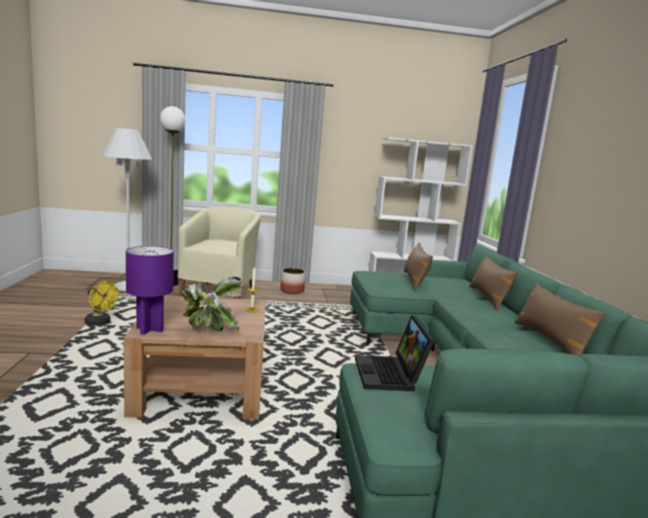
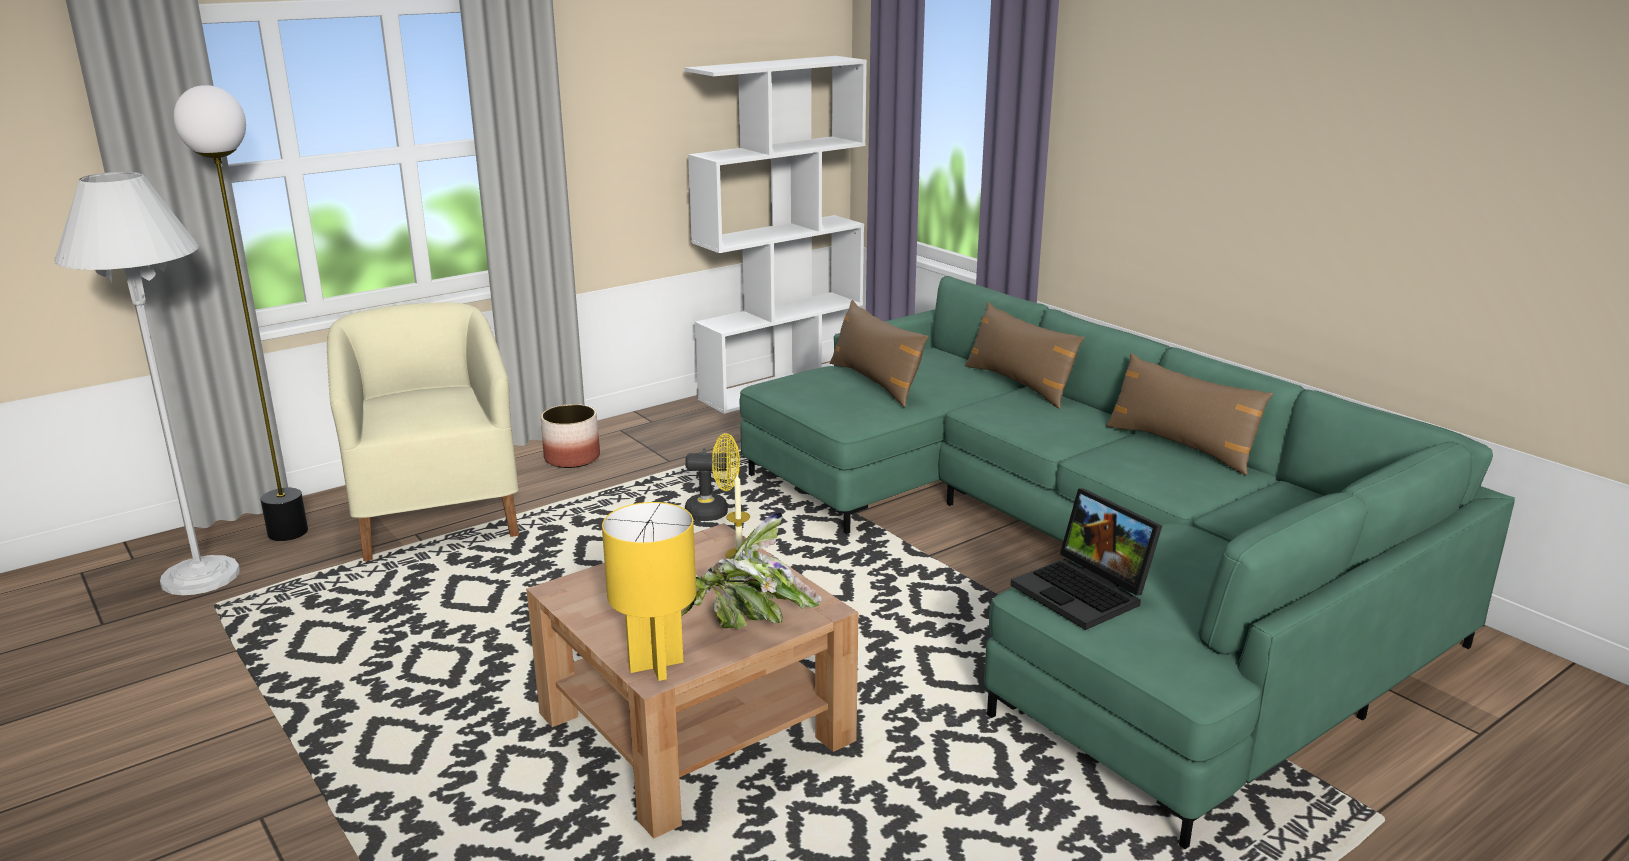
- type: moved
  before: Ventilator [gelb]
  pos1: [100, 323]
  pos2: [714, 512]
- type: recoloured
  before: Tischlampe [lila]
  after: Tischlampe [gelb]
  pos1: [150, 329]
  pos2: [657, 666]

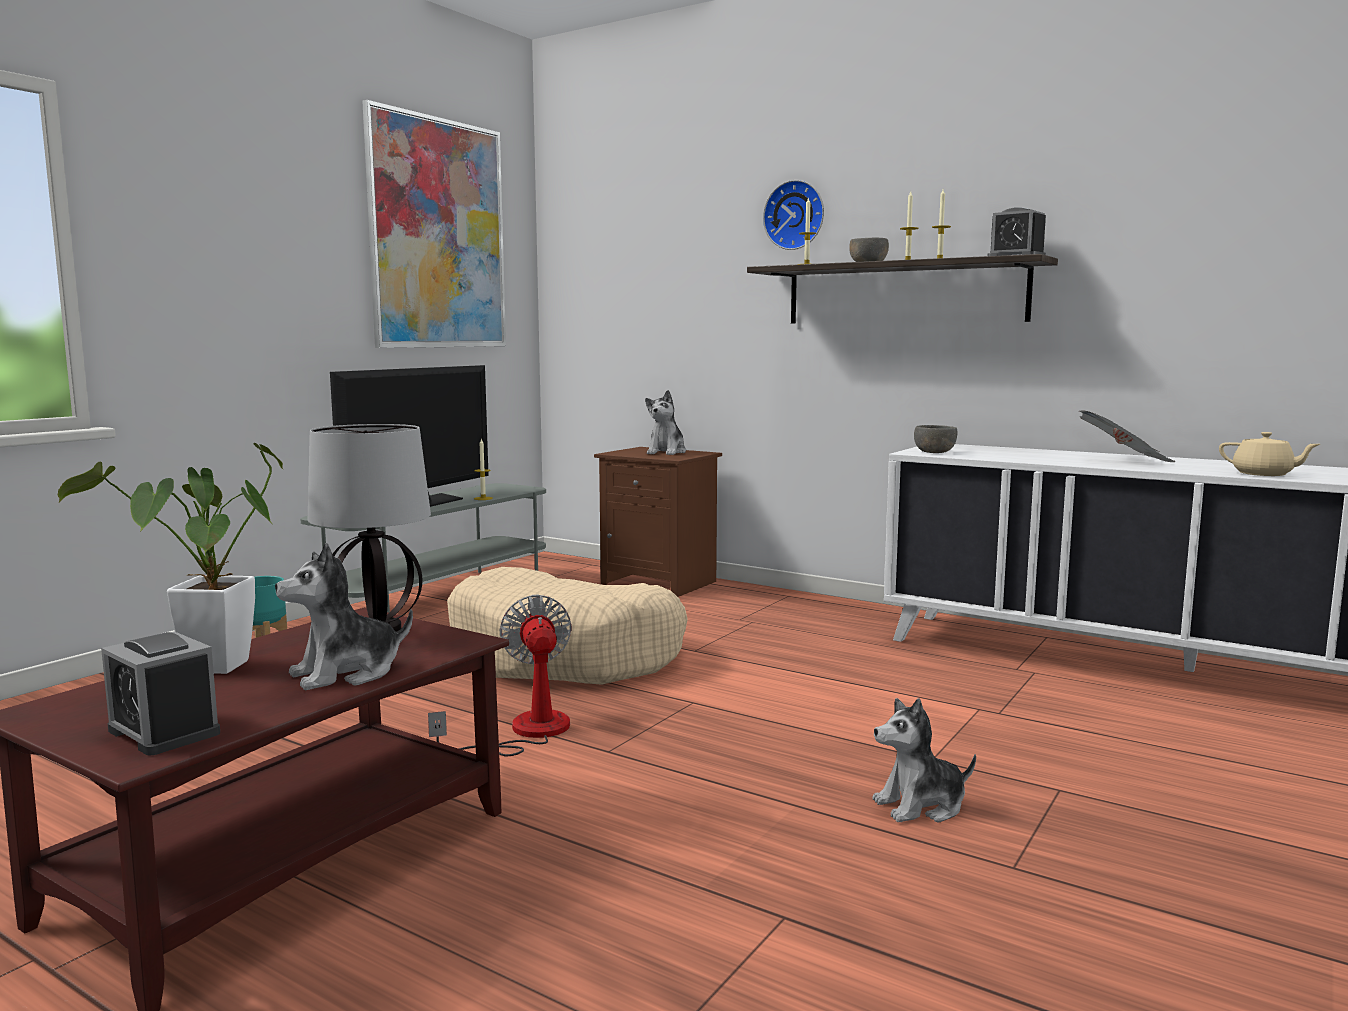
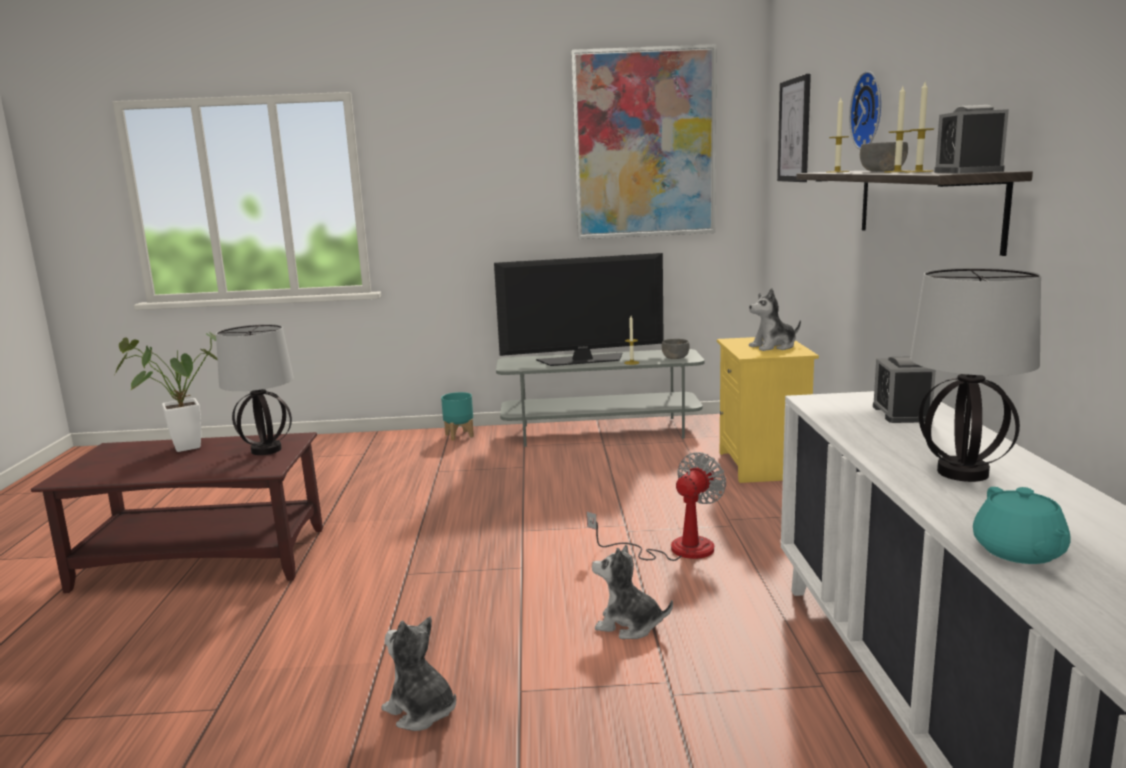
- type: removed
  before: Hundebett [beige]
  pos1: [567, 656]
- type: added
  after: Bild
  pos2: [794, 130]
- type: moved
  before: Wecker
  pos1: [164, 732]
  pos2: [901, 413]
- type: moved
  before: Plüschtier
  pos1: [346, 673]
  pos2: [628, 625]
- type: moved
  before: Ventilator
  pos1: [524, 733]
  pos2: [675, 549]
- type: moved
  before: Schüssel [grau]
  pos1: [934, 452]
  pos2: [675, 357]
- type: replaced
  before: Zeitung
  after: Tischlampe
  pos1: [1124, 461]
  pos2: [964, 473]
- type: recoloured
  before: Nachttisch [braun]
  after: Nachttisch [gelb]
  pos1: [661, 582]
  pos2: [764, 465]
- type: recoloured
  before: Teekanne [beige]
  after: Teekanne [türkis]
  pos1: [1264, 474]
  pos2: [1019, 552]

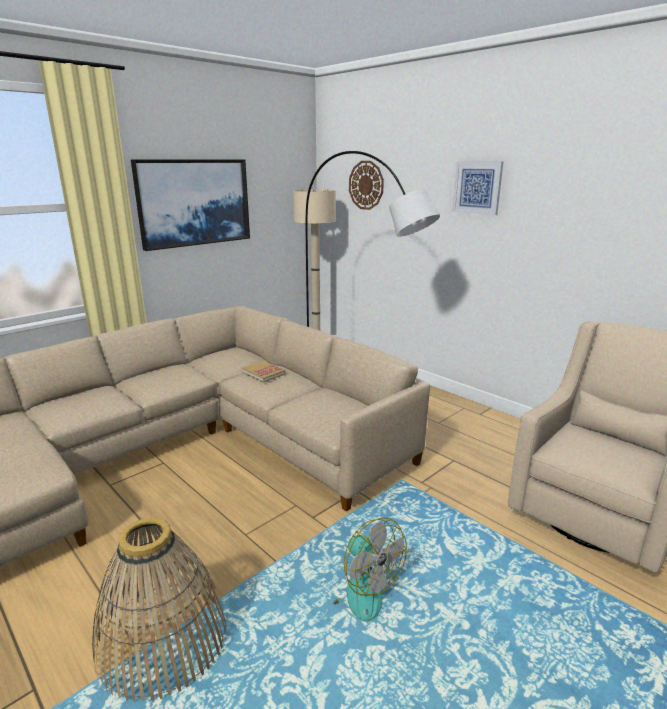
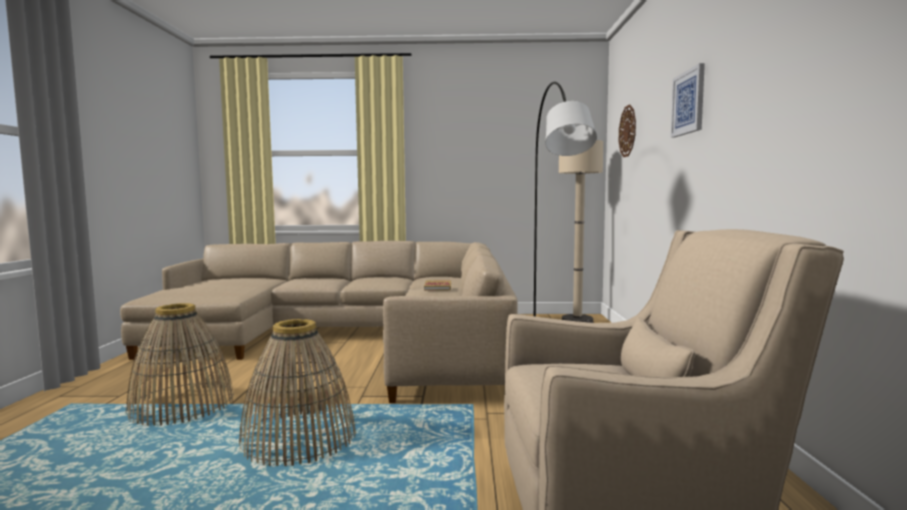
- type: removed
  before: Bild
  pos1: [194, 202]
- type: replaced
  before: Ventilator
  after: Korb
  pos1: [356, 589]
  pos2: [299, 438]

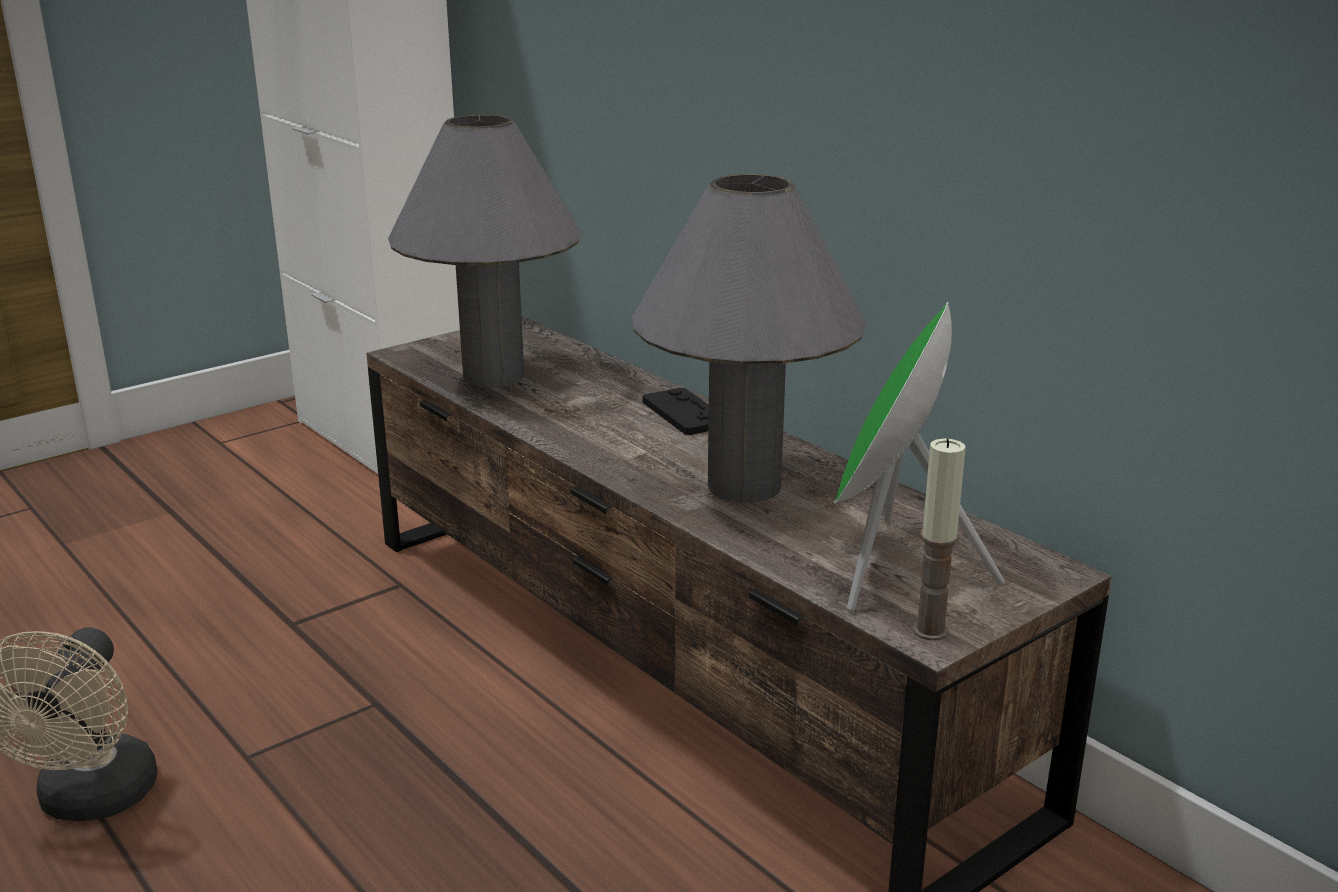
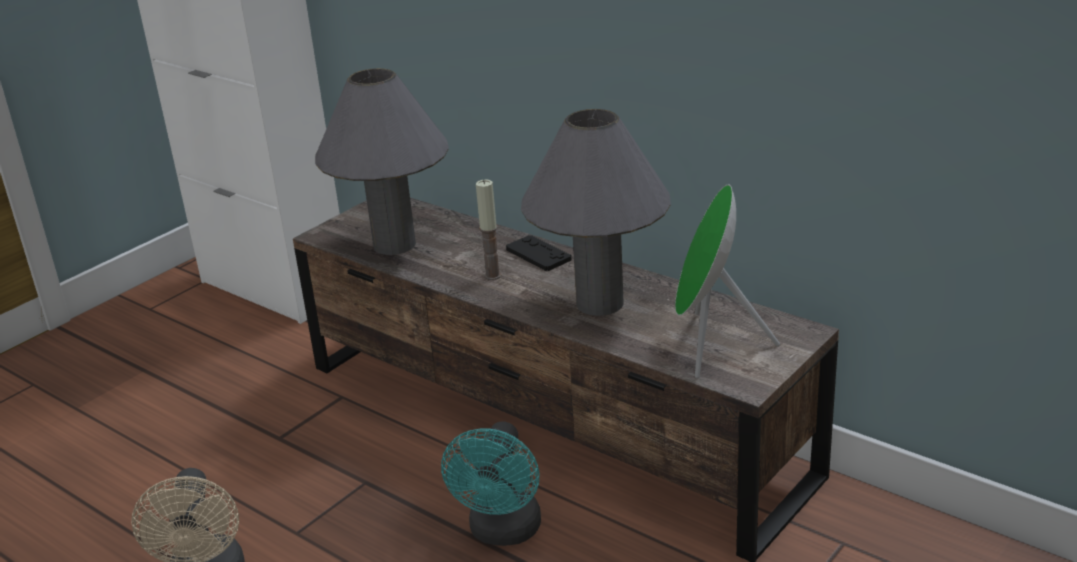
- type: added
  after: Ventilator [türkis]
  pos2: [503, 532]
- type: moved
  before: Kerze
  pos1: [930, 631]
  pos2: [492, 275]

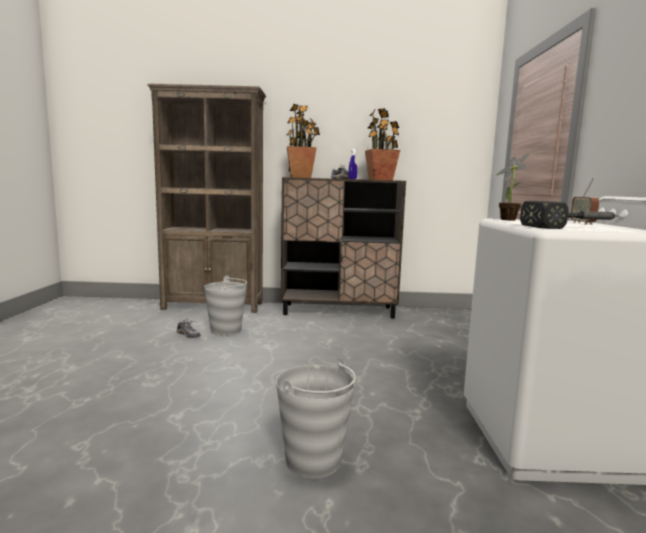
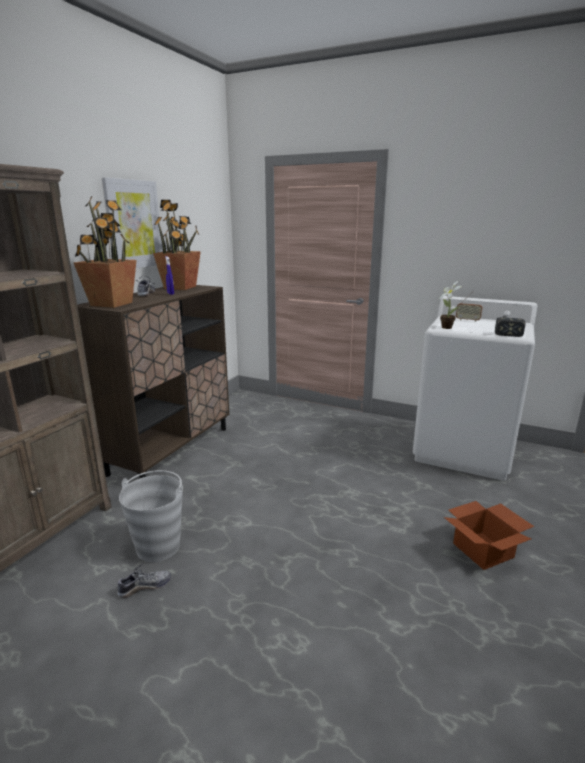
- type: added
  after: Bild
  pos2: [133, 224]
- type: replaced
  before: Eimer [grau]
  after: Karton
  pos1: [313, 461]
  pos2: [484, 550]

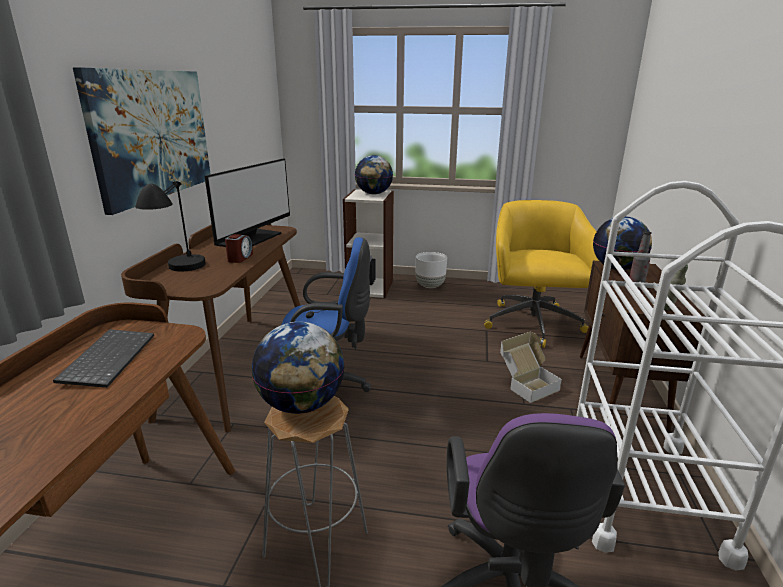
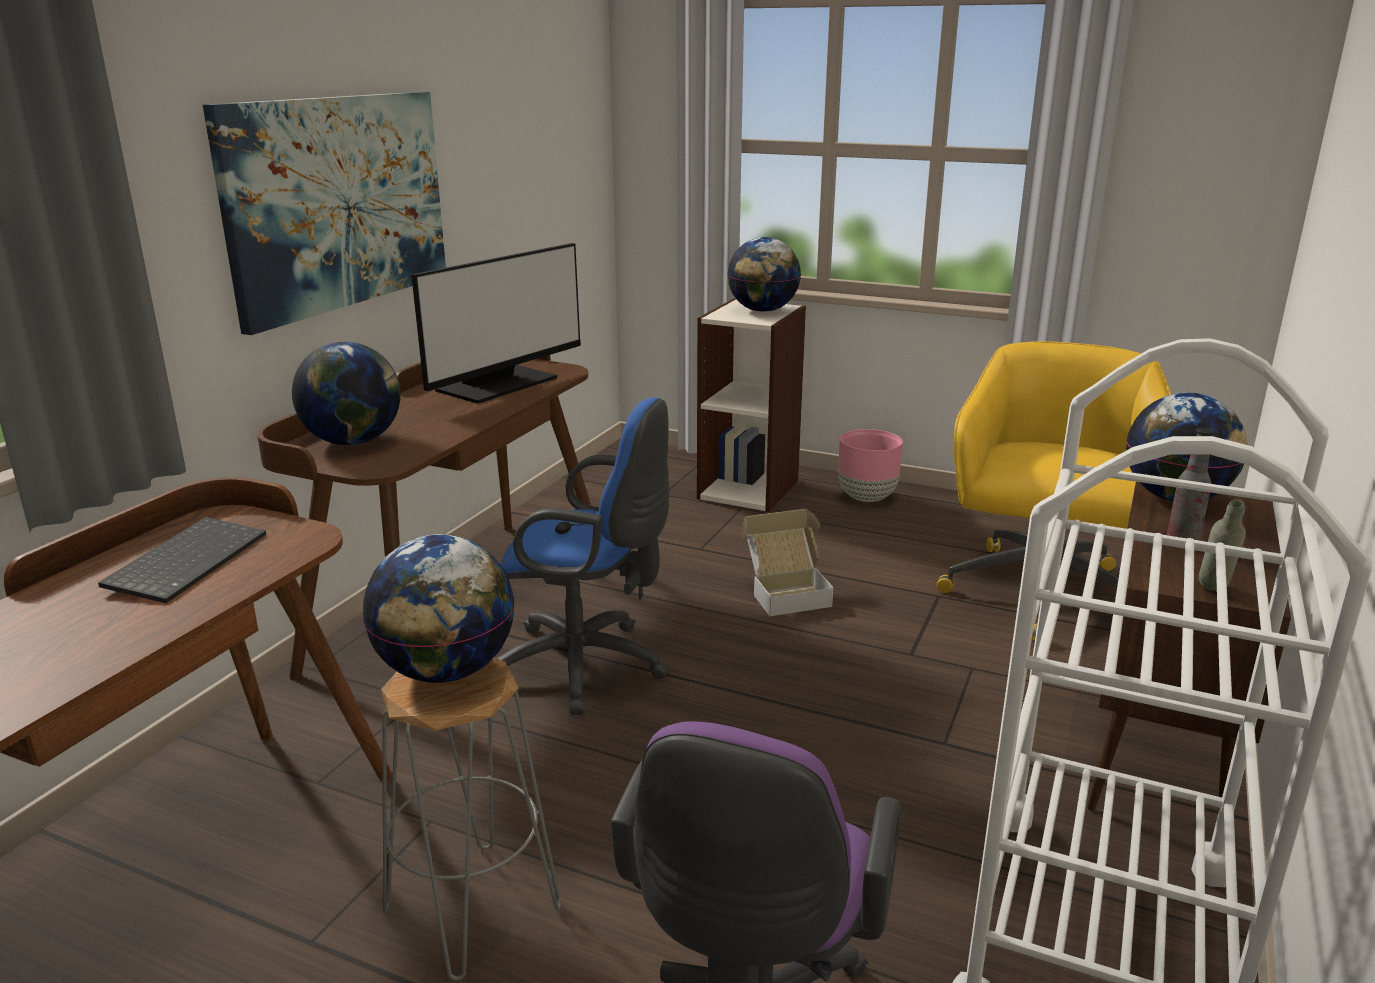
- type: removed
  before: Wecker
  pos1: [240, 258]
- type: moved
  before: Karton
  pos1: [526, 384]
  pos2: [786, 593]
- type: replaced
  before: Tischlampe [schwarz]
  after: Globus
  pos1: [180, 276]
  pos2: [354, 441]
- type: recoloured
  before: Pflanzkübel [weiß]
  after: Pflanzkübel [rosa]
  pos1: [430, 286]
  pos2: [867, 498]

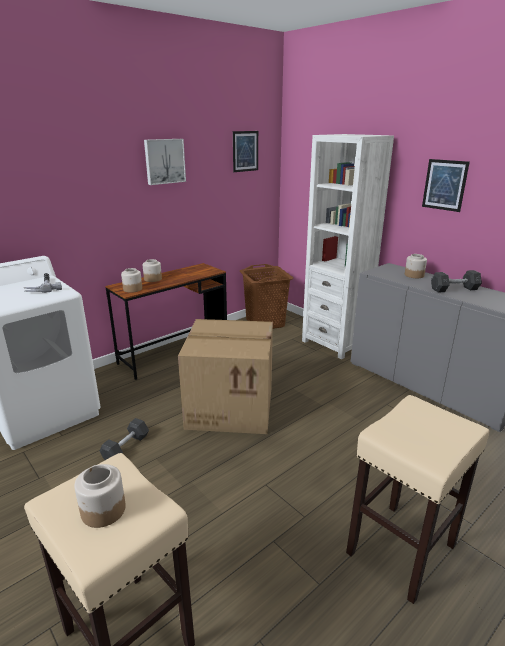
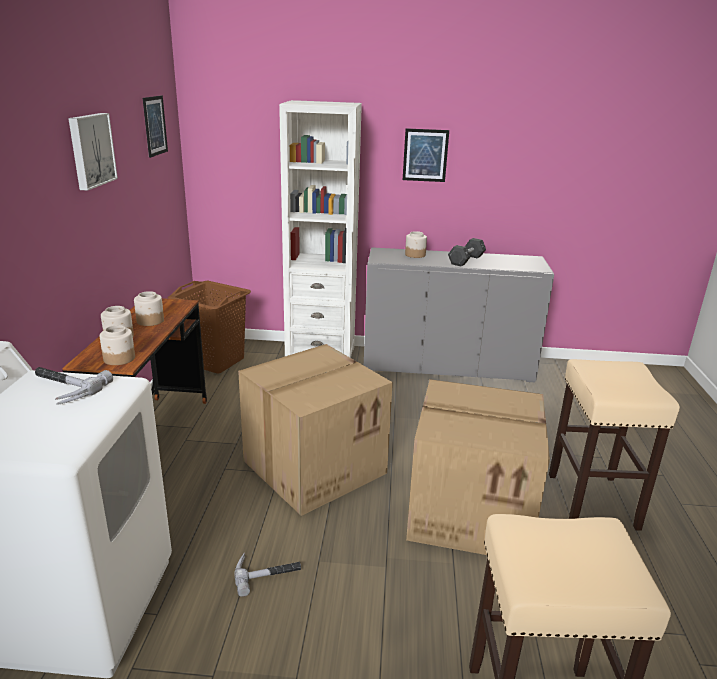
- type: added
  after: Karton
  pos2: [472, 510]
- type: moved
  before: Vorratsglas
  pos1: [103, 510]
  pos2: [150, 321]
- type: replaced
  before: Hantel [grau]
  after: Hammer
  pos1: [126, 447]
  pos2: [267, 572]

